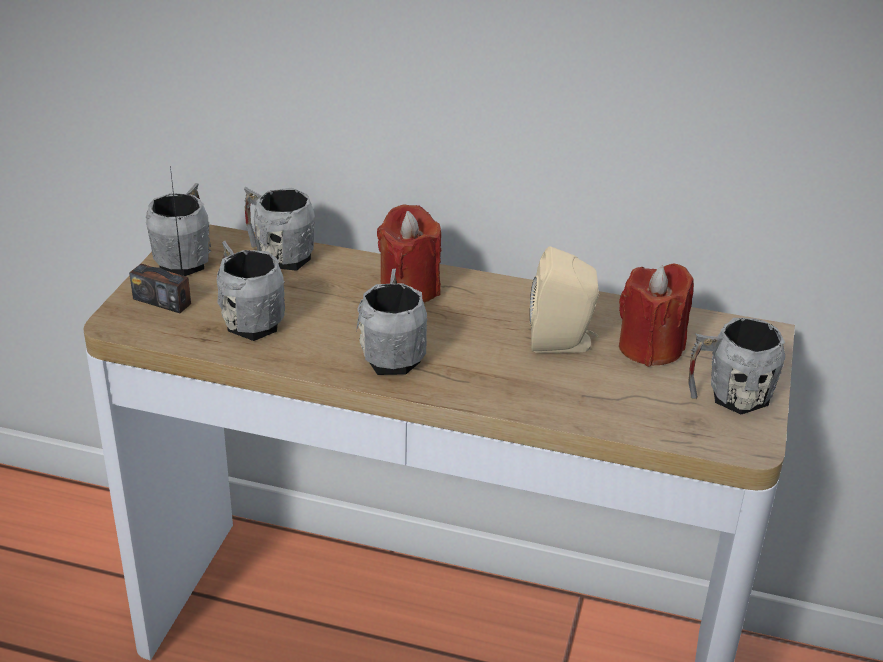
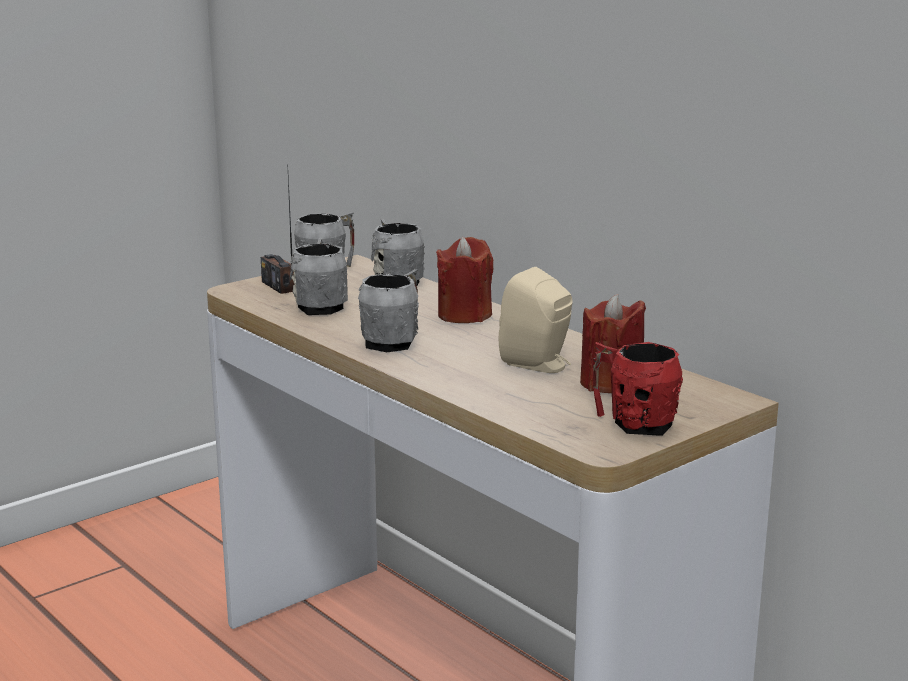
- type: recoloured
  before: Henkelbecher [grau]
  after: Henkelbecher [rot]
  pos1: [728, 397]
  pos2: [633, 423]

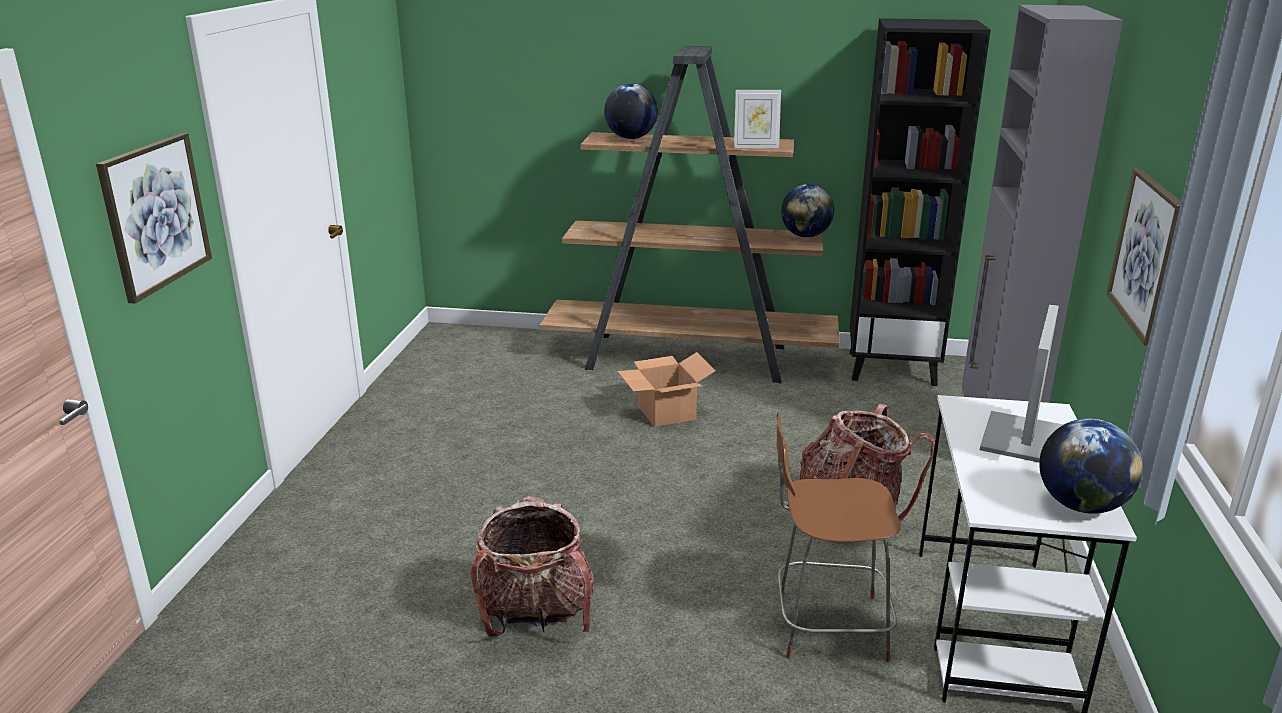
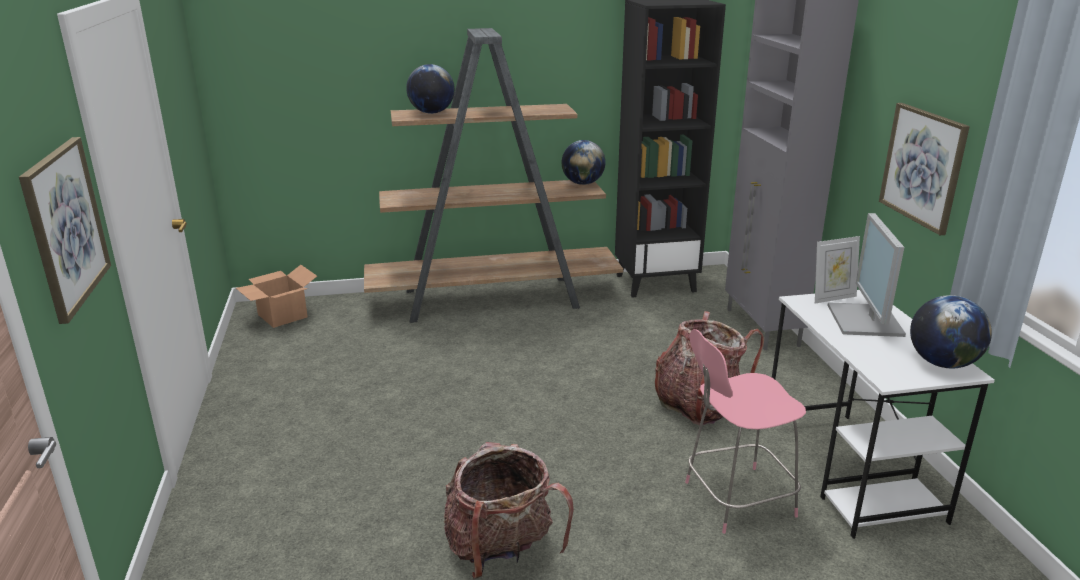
- type: moved
  before: Karton
  pos1: [667, 413]
  pos2: [283, 316]
- type: moved
  before: Bilderrahmen
  pos1: [756, 147]
  pos2: [832, 298]
- type: recoloured
  before: Stuhl [braun]
  after: Stuhl [rosa]
  pos1: [826, 626]
  pos2: [735, 499]

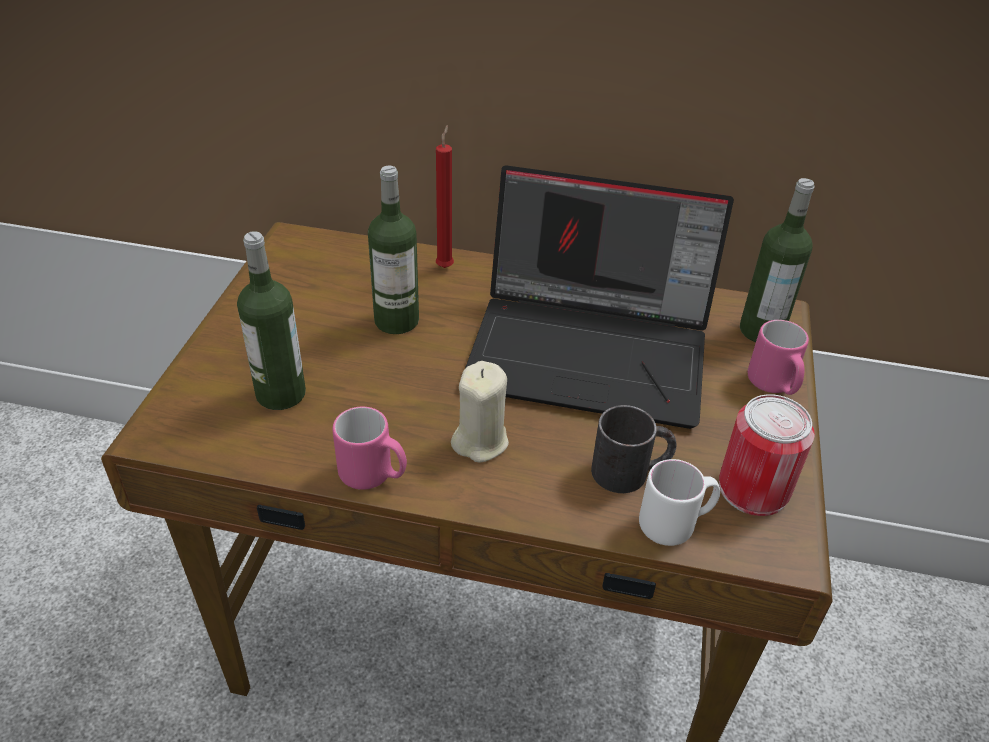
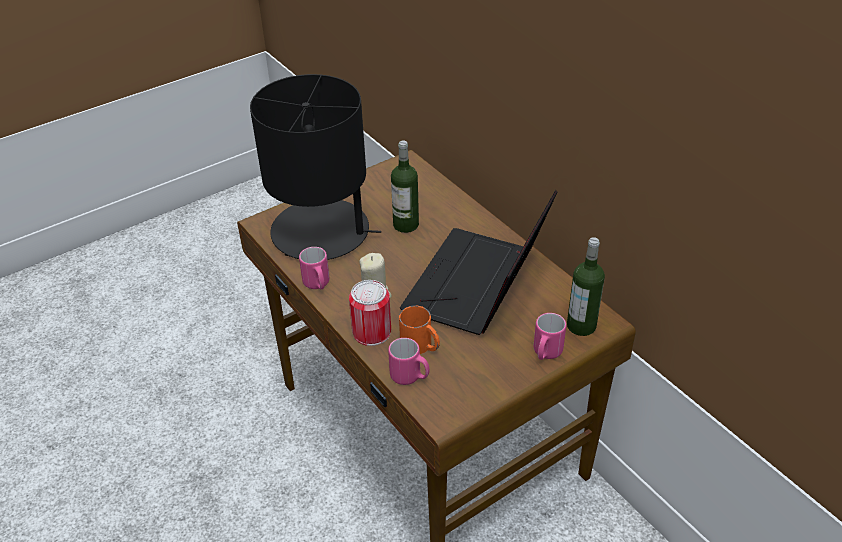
- type: removed
  before: Kerze [rot]
  pos1: [445, 266]
- type: moved
  before: Dose
  pos1: [753, 489]
  pos2: [371, 332]
- type: replaced
  before: Flasche
  after: Tischlampe [schwarz]
  pos1: [281, 394]
  pos2: [322, 232]
- type: recoloured
  before: Henkelbecher [schwarz]
  after: Henkelbecher [orange]
  pos1: [631, 471]
  pos2: [421, 346]
- type: recoloured
  before: Henkelbecher [weiß]
  after: Henkelbecher [rosa]
  pos1: [675, 524]
  pos2: [410, 377]
- type: turned
  before: Laptop
  pos1: [593, 350]
  pos2: [478, 286]
  turn: 60

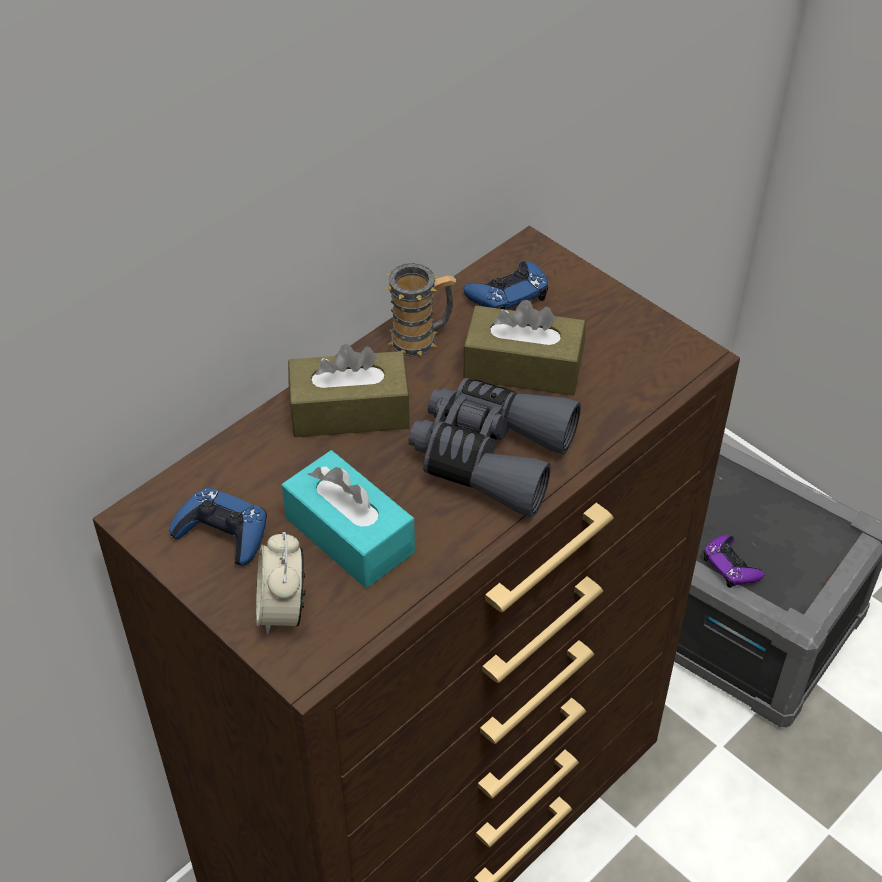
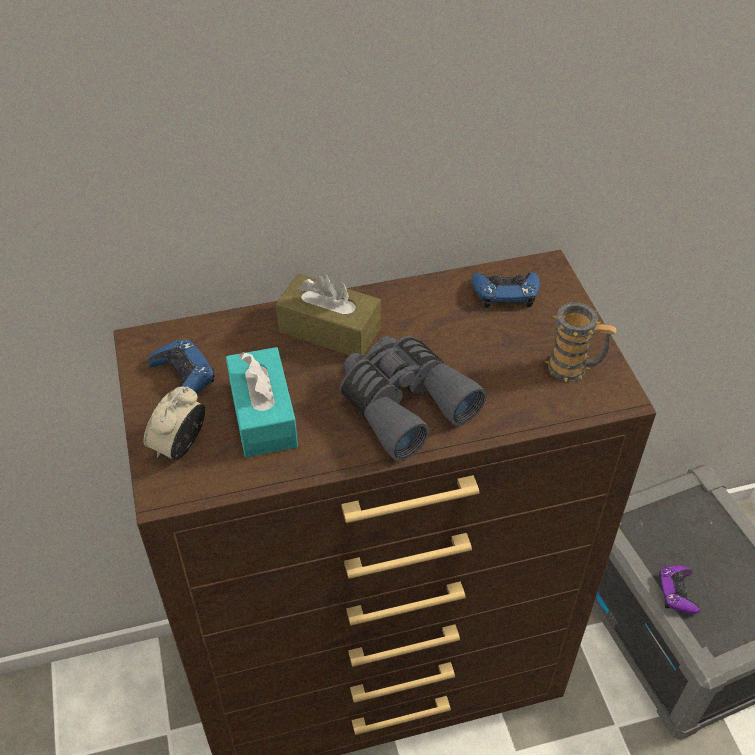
- type: removed
  before: Taschentuchbox [braun]
  pos1: [523, 367]
- type: moved
  before: Henkelbecher
  pos1: [421, 338]
  pos2: [574, 368]

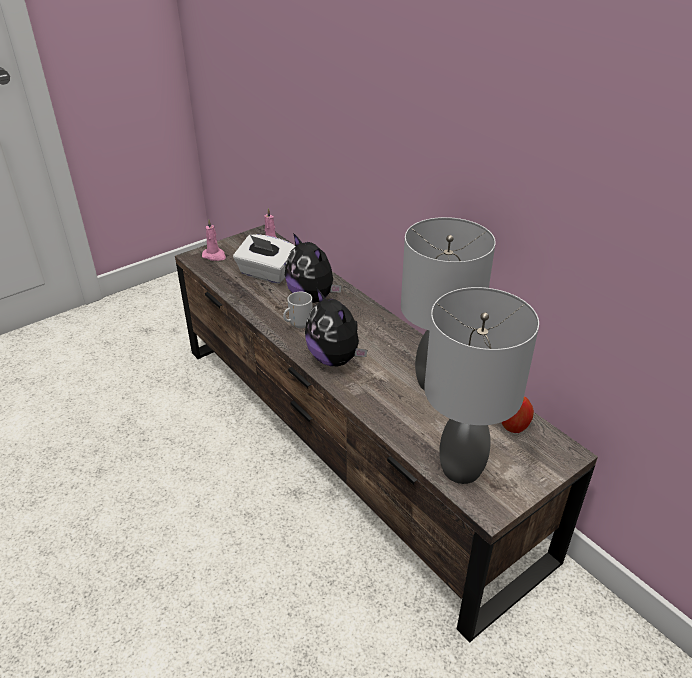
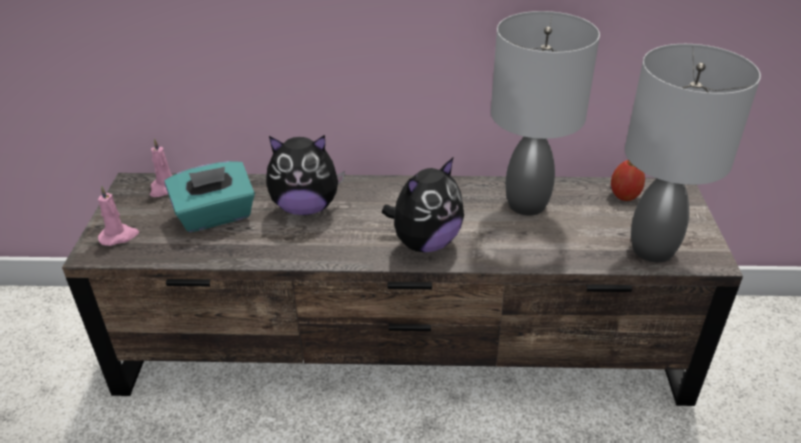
- type: removed
  before: Henkelbecher
  pos1: [298, 324]
- type: recoloured
  before: Taschentuchbox [weiß]
  after: Taschentuchbox [türkis]
  pos1: [266, 273]
  pos2: [215, 216]
- type: turned
  before: Plüschtier
  pos1: [335, 358]
  pos2: [425, 242]
  turn: -45

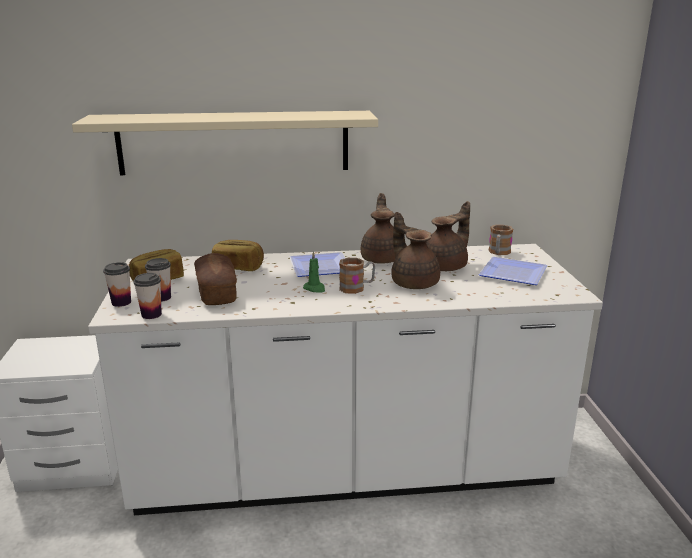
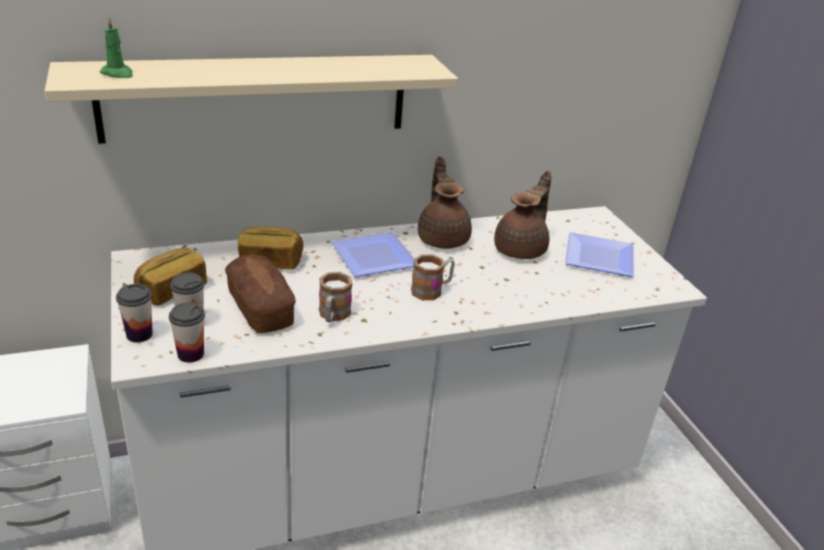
- type: removed
  before: Teekanne [braun]
  pos1: [413, 282]
- type: moved
  before: Kerze [grün]
  pos1: [315, 289]
  pos2: [118, 74]
- type: moved
  before: Henkelbecher
  pos1: [498, 253]
  pos2: [333, 315]

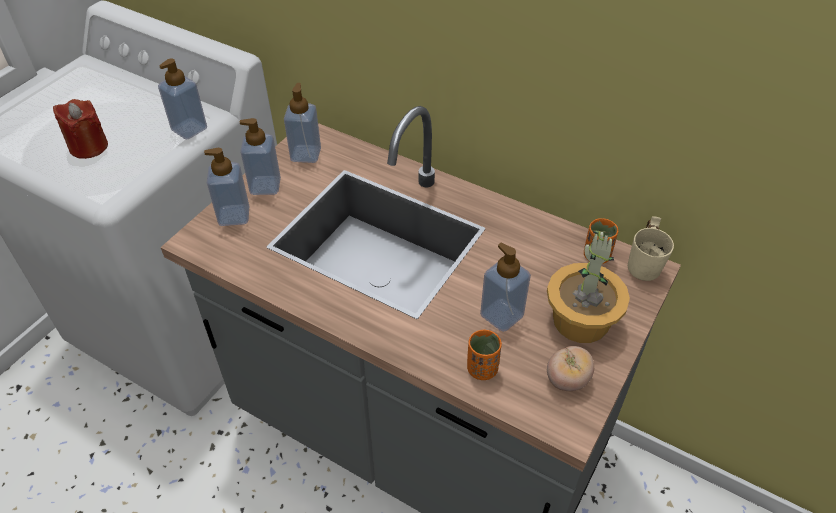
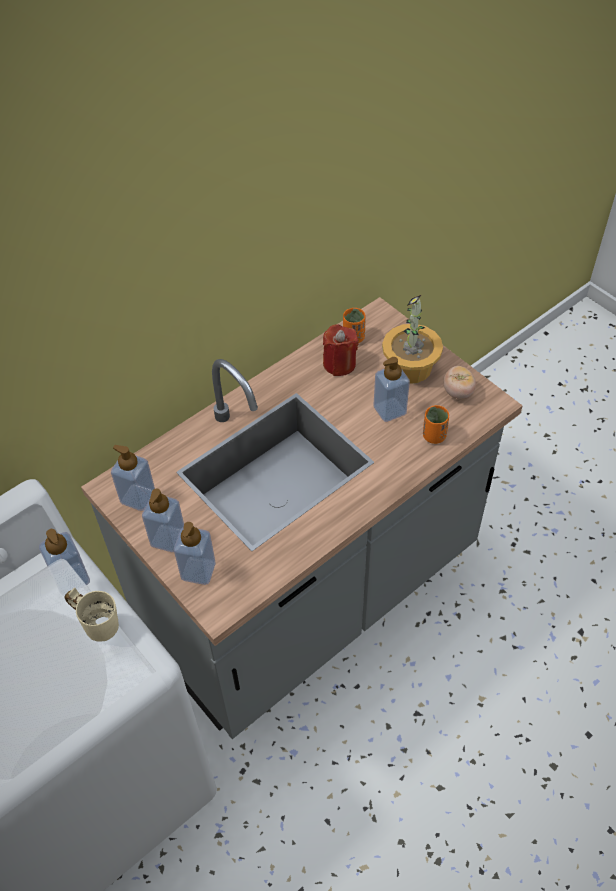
- type: moved
  before: Kerze [rot]
  pos1: [89, 147]
  pos2: [339, 364]
- type: moved
  before: Henkelbecher [beige]
  pos1: [648, 265]
  pos2: [99, 620]

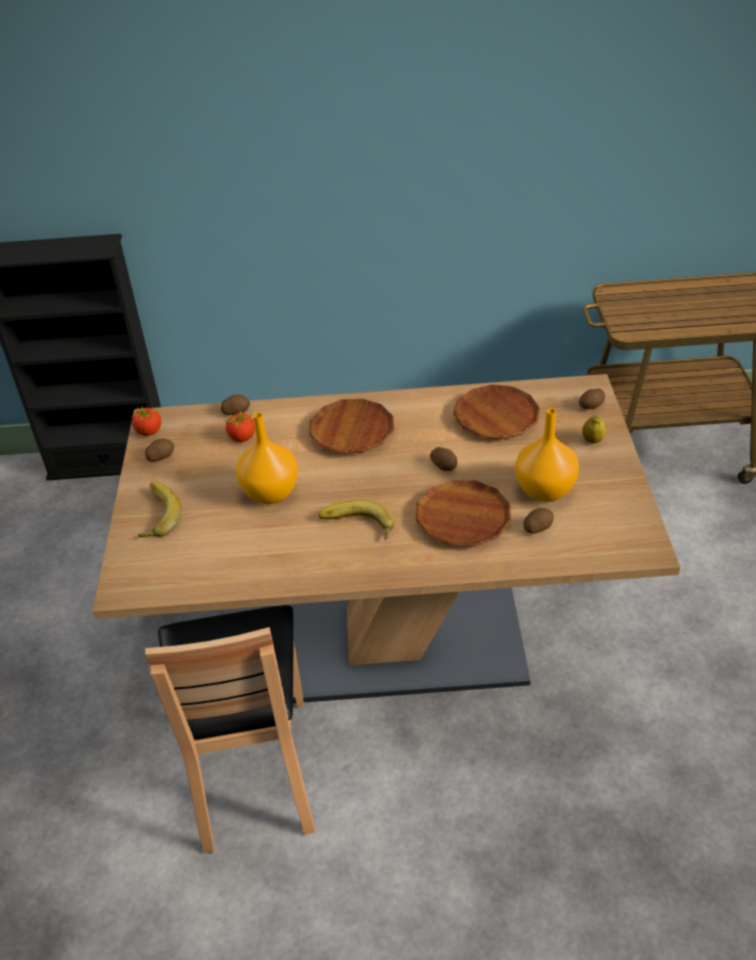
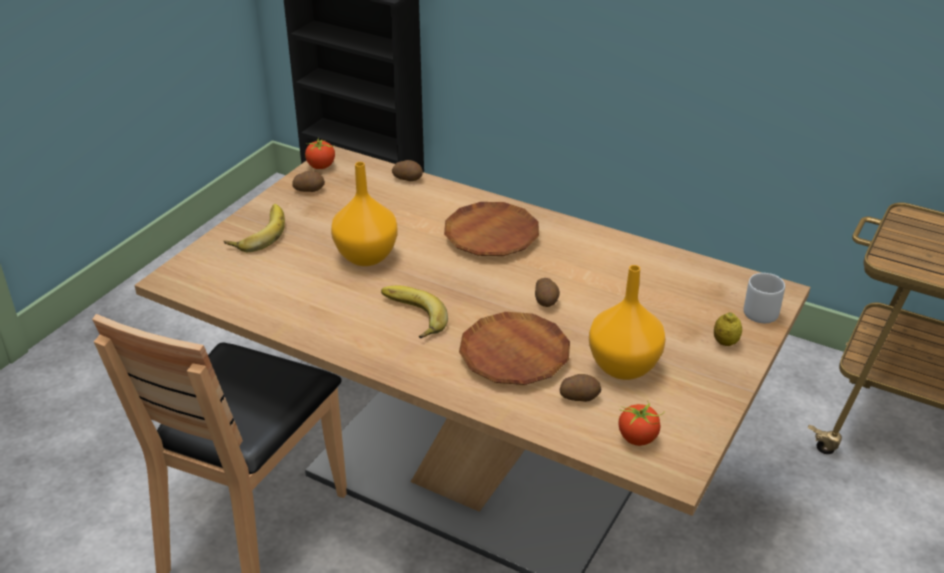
- type: removed
  before: Teller [braun]
  pos1: [496, 417]
- type: moved
  before: Tomate
  pos1: [242, 437]
  pos2: [638, 438]
- type: replaced
  before: Kartoffel
  after: Henkelbecher [grau]
  pos1: [591, 406]
  pos2: [759, 310]

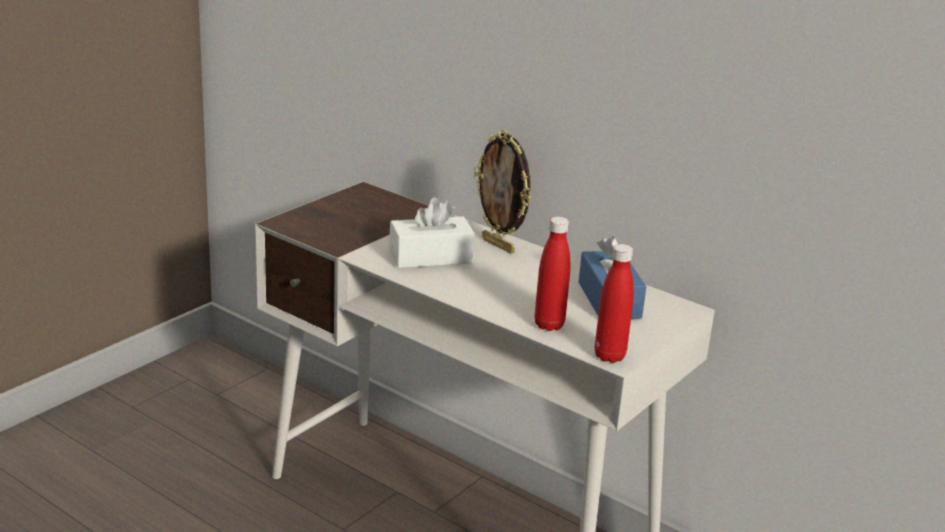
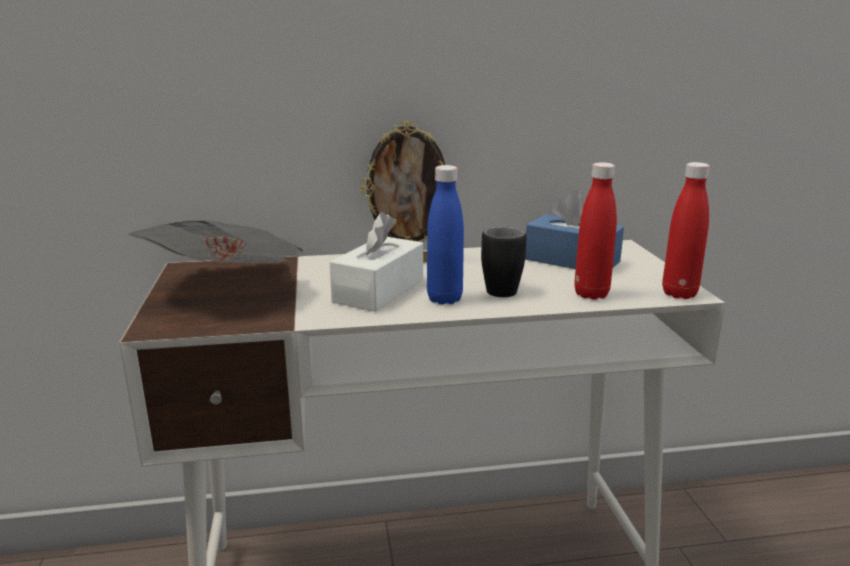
- type: added
  after: Zeitung
  pos2: [231, 288]
- type: added
  after: Flasche [blau]
  pos2: [444, 299]
- type: added
  after: Henkelbecher [schwarz]
  pos2: [500, 288]

